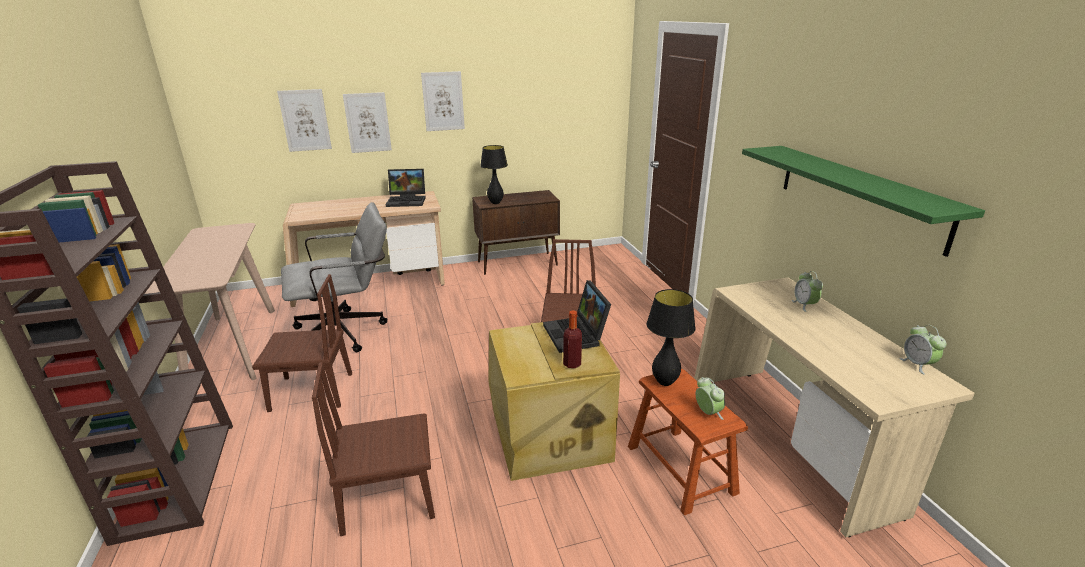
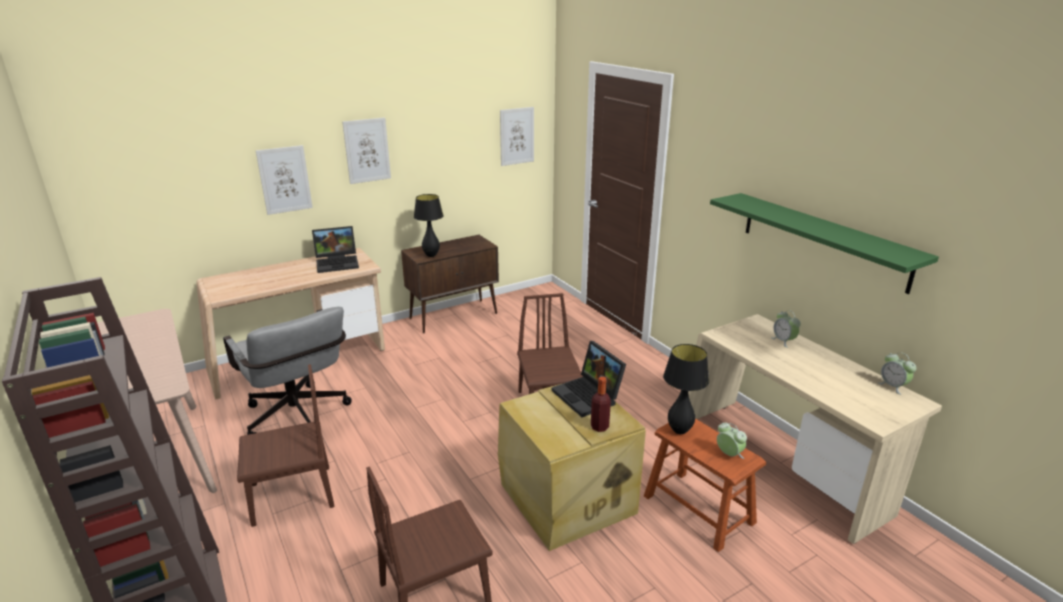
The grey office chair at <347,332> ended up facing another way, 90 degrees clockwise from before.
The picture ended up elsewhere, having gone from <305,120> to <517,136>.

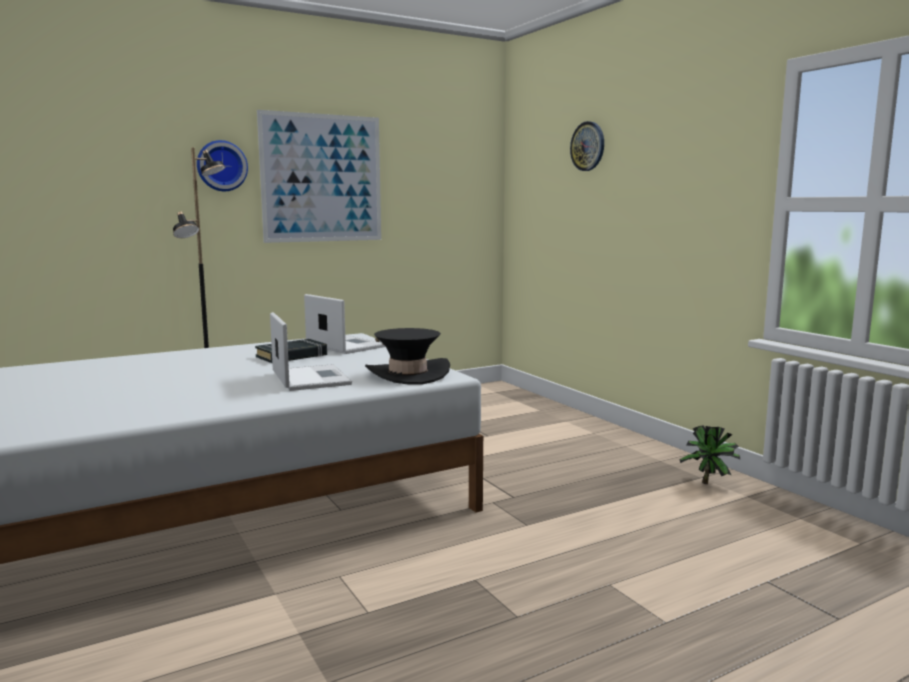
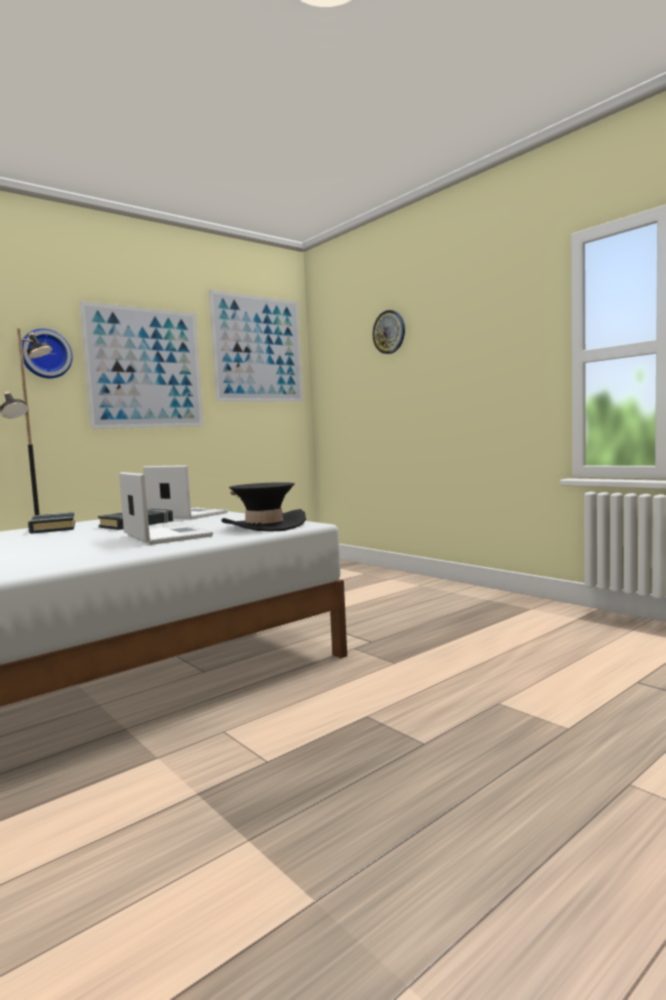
The second view gained the black book at <53,528>.
The second view gained the picture at <258,349>.
The second view lost the potted plant at <709,483>.

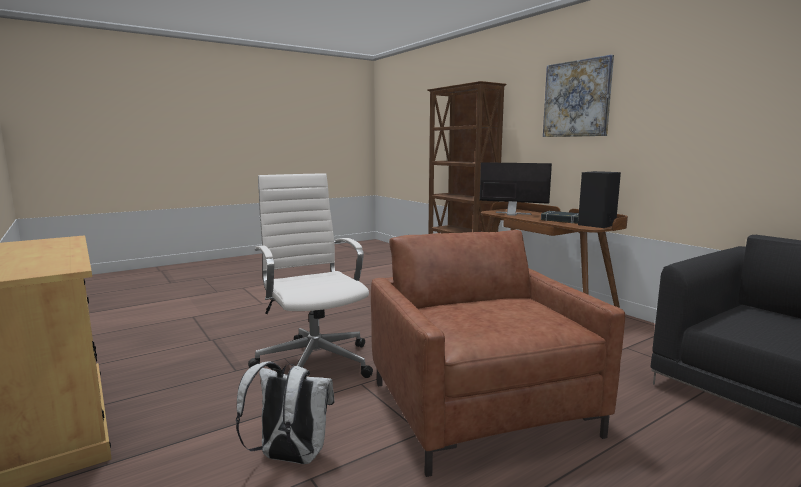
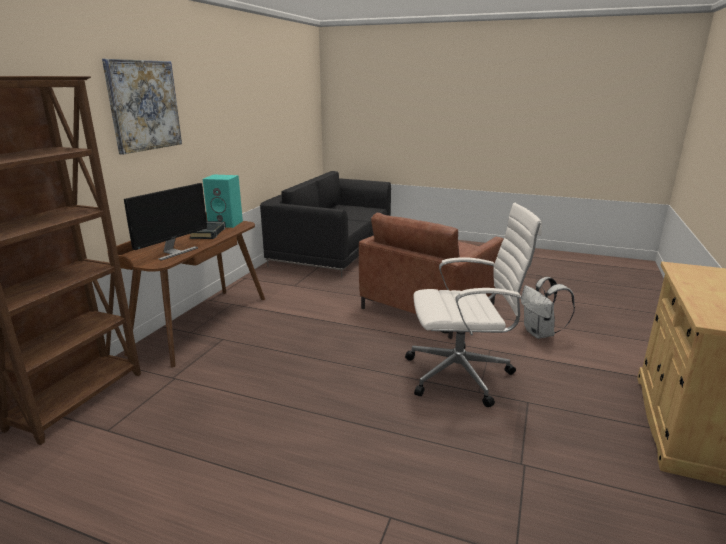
The monitor at <512,214> ended up facing another way, 135 degrees counterclockwise from before.
What was the black speaker at <597,225> turned into the turquoise speaker at <226,223>.
The white office chair at <314,362> ended up facing another way, 120 degrees counterclockwise from before.

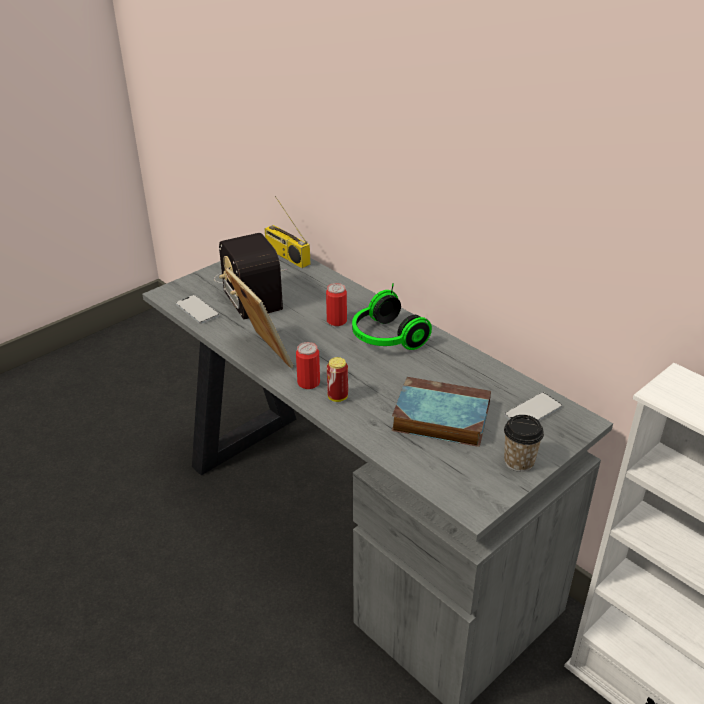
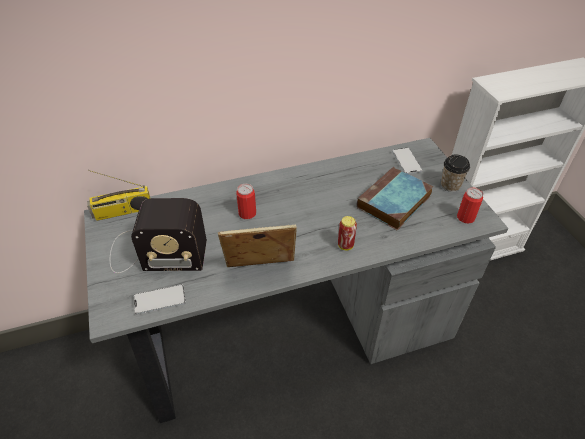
The can ended up elsewhere, having gone from <308,383> to <465,217>.
The second view lost the headphones at <385,338>.

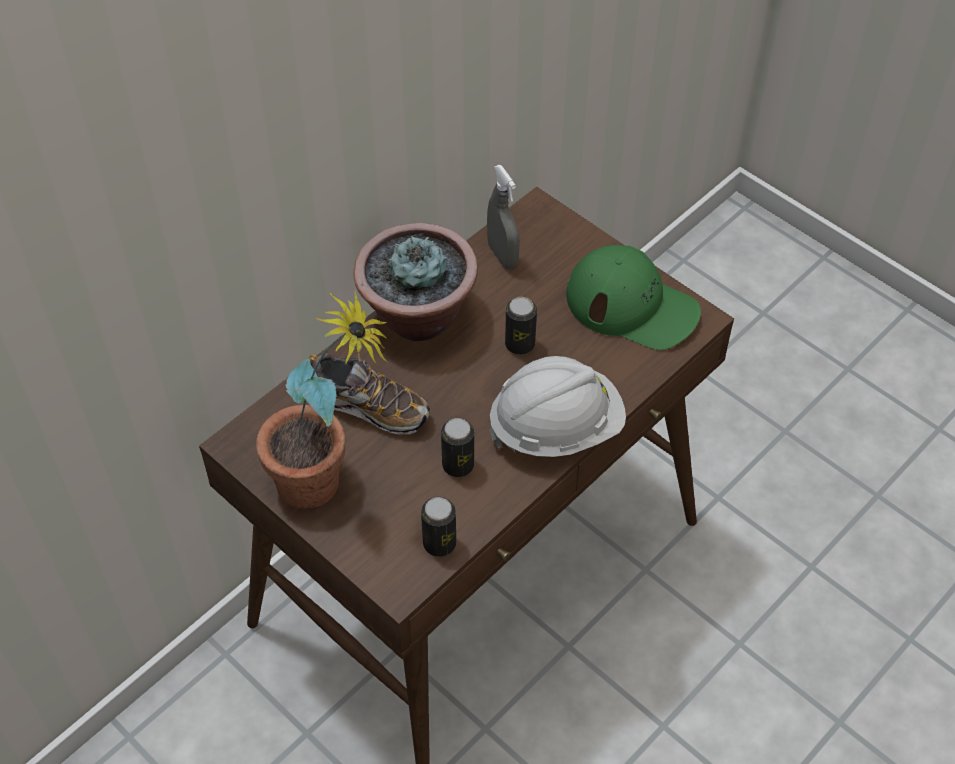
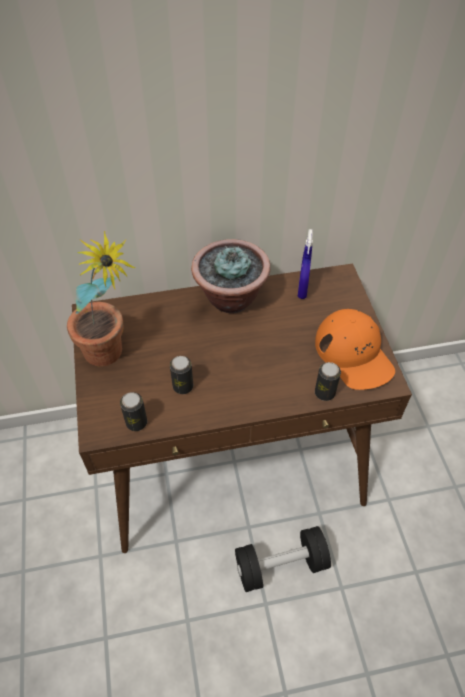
The second view gained the black dumbbell at <281,565>.
What was the grey spray bottle at <502,256> turned into the blue spray bottle at <302,290>.
What was the green cap at <632,305> turned into the orange cap at <354,354>.
The can ended up elsewhere, having gone from <520,344> to <324,392>.
The second view lost the shoe at <369,406>.
The second view lost the white hard hat at <556,428>.

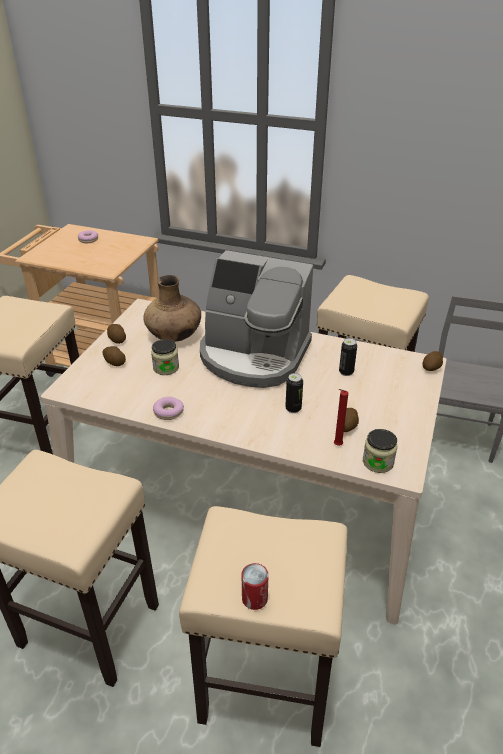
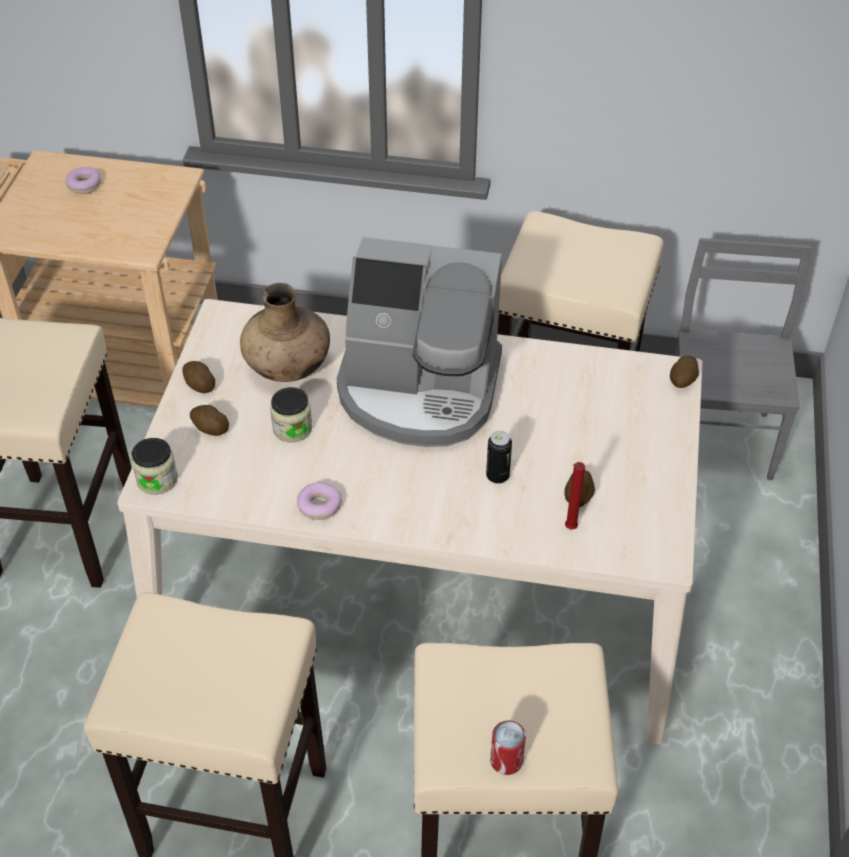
The jar ended up elsewhere, having gone from <378,462> to <157,479>.
The second view lost the can at <346,372>.

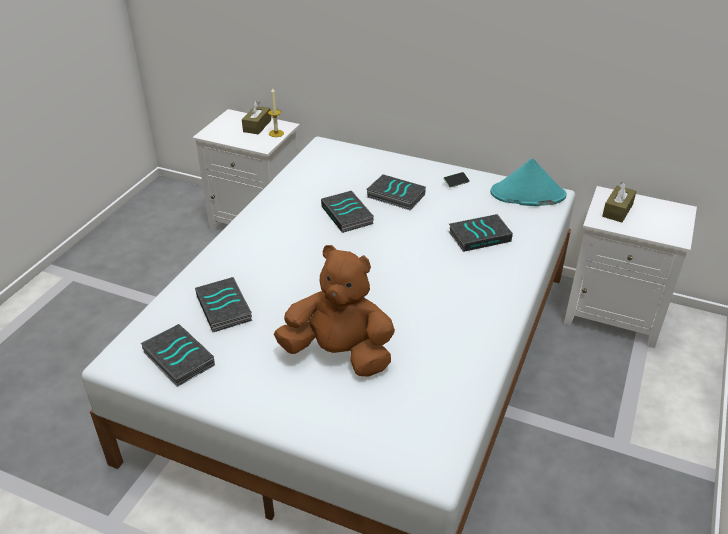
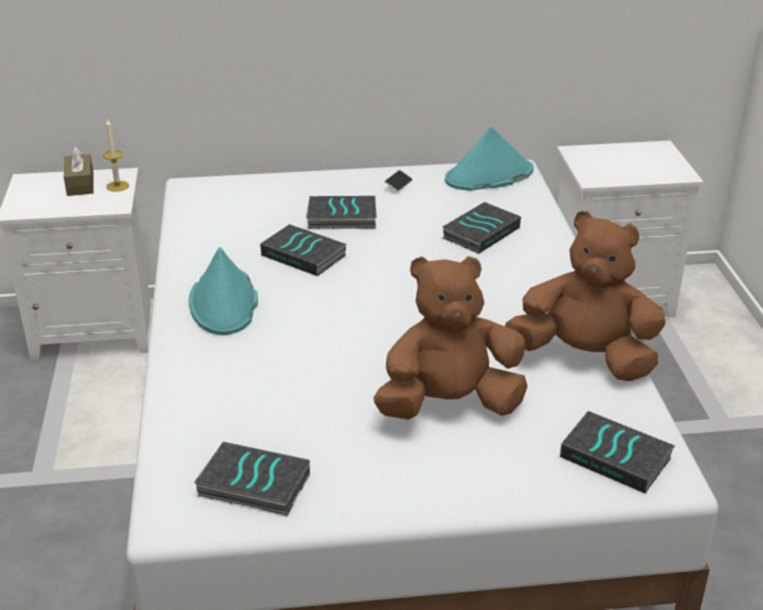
The second view gained the turquoise hat at <224,303>.
The second view gained the brown plush toy at <584,358>.
The book ended up elsewhere, having gone from <225,308> to <617,457>.
The second view lost the brown tissue box at <617,210>.

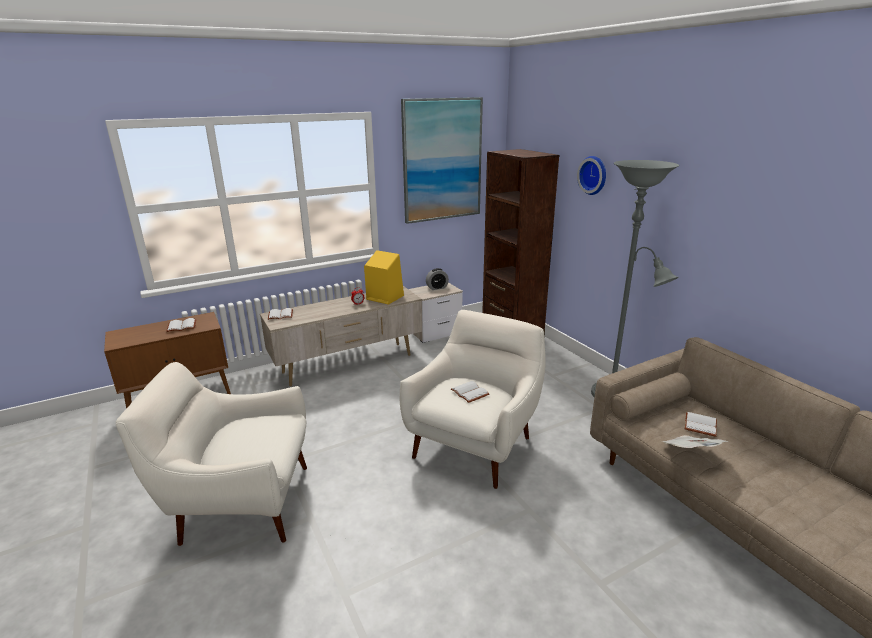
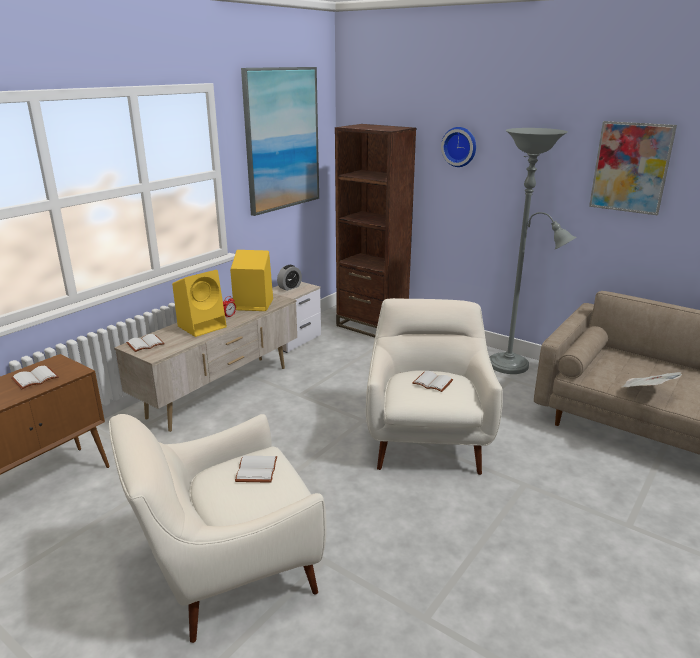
The second view gained the yellow speaker at <203,326>.
The white book ended up elsewhere, having gone from <699,424> to <255,469>.
The second view gained the picture at <631,167>.

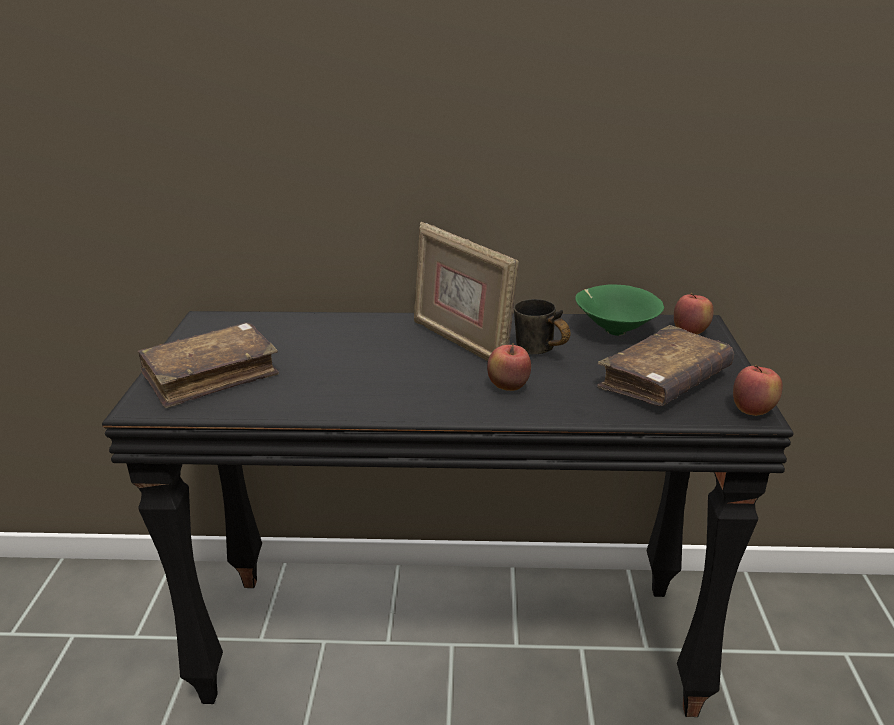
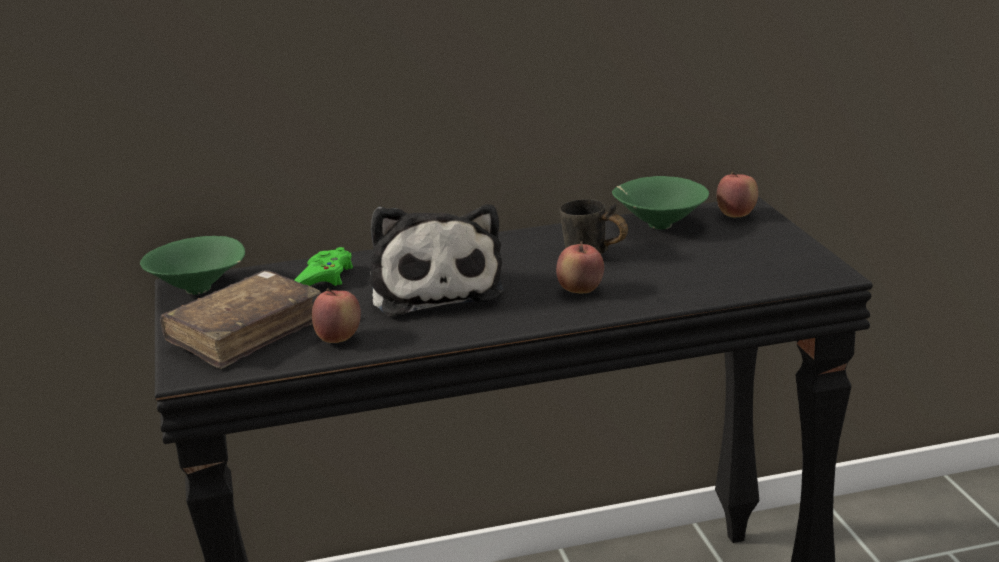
The second view gained the green bowl at <200,290>.
The second view gained the green game controller at <323,277>.
The apple ended up elsewhere, having gone from <752,411> to <338,340>.
The second view gained the plush toy at <435,289>.
The second view lost the picture frame at <461,342>.
The second view lost the brown book at <663,381>.

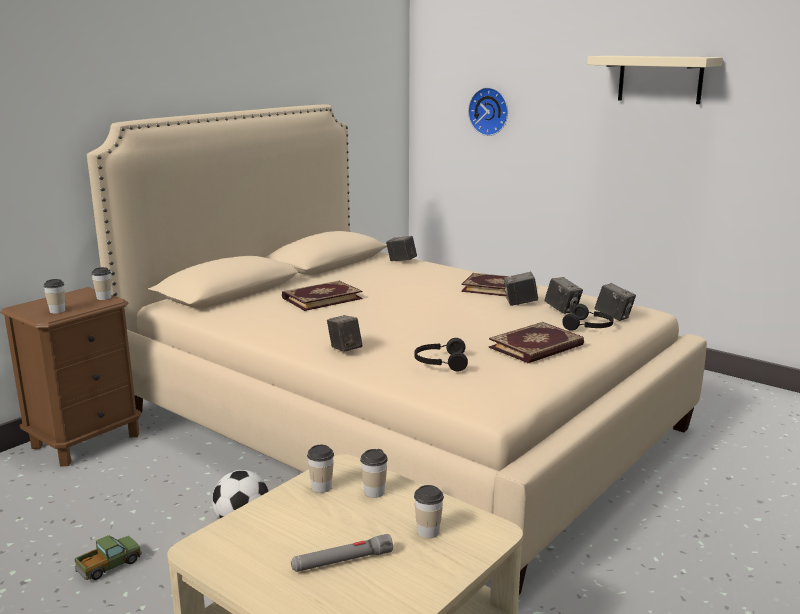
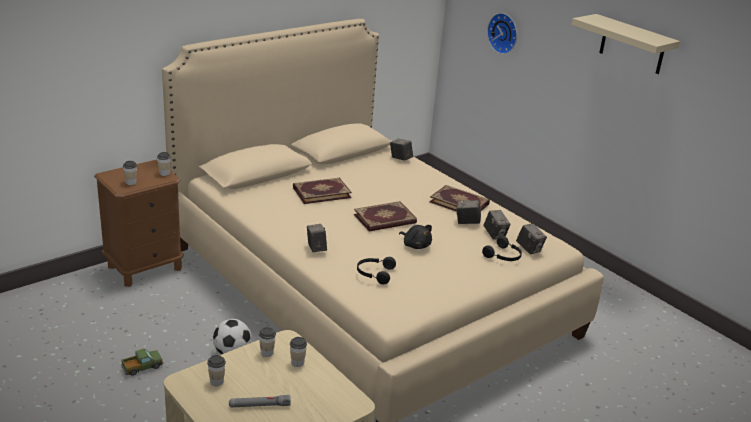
The cup ended up elsewhere, having gone from <428,531> to <216,381>.
The book ended up elsewhere, having gone from <537,347> to <385,219>.
The second view gained the black plush toy at <415,245>.

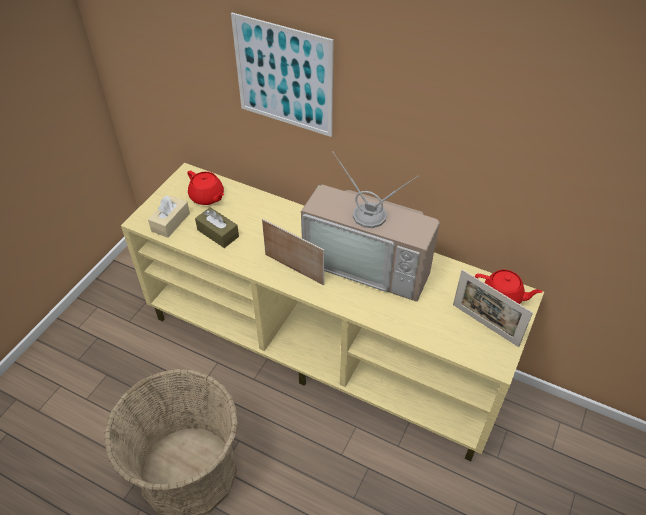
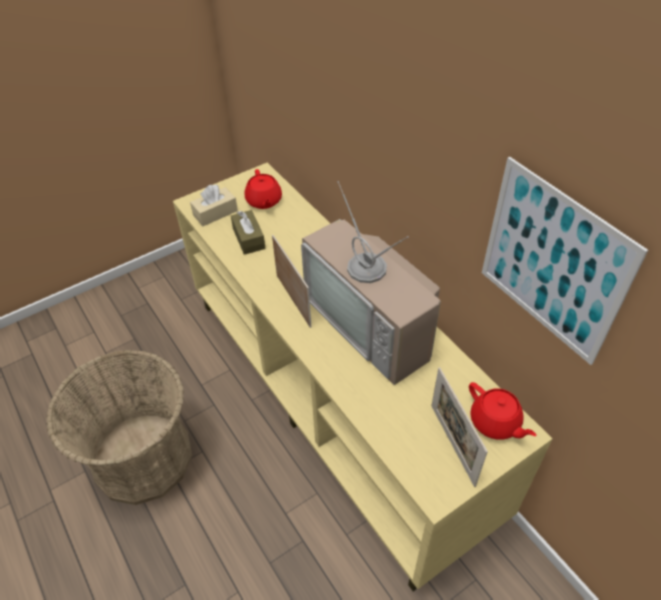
The picture ended up elsewhere, having gone from <284,76> to <552,262>.

